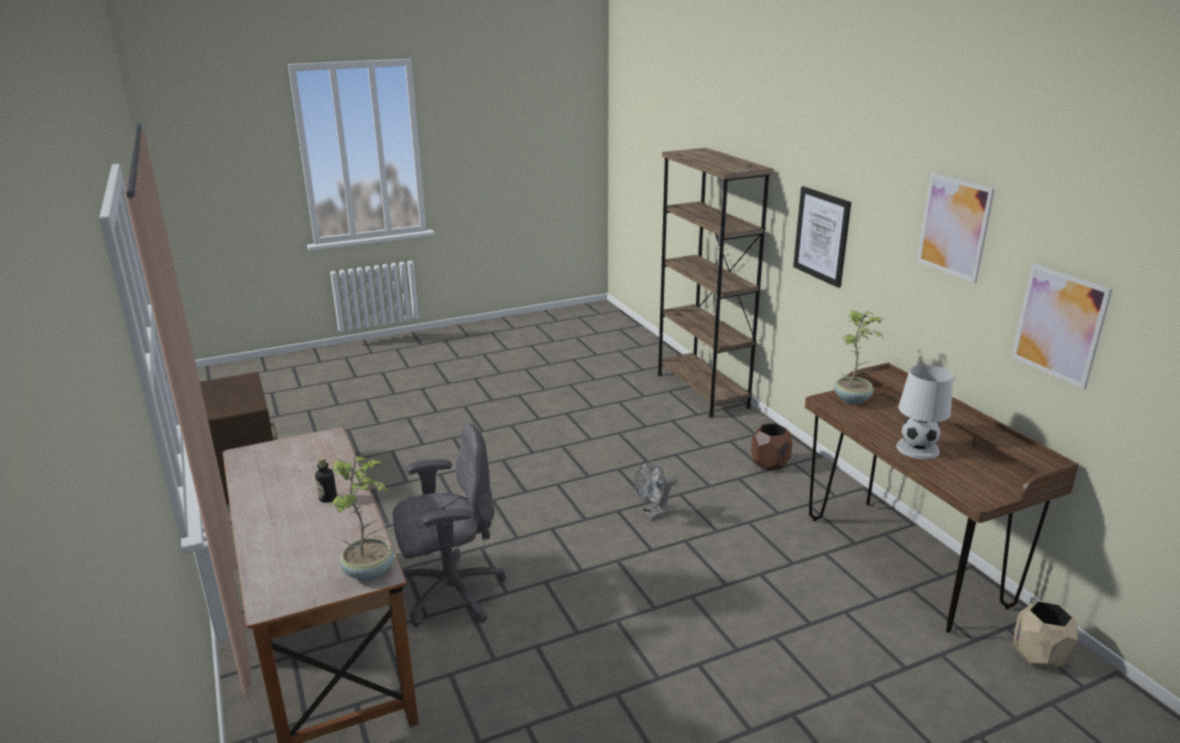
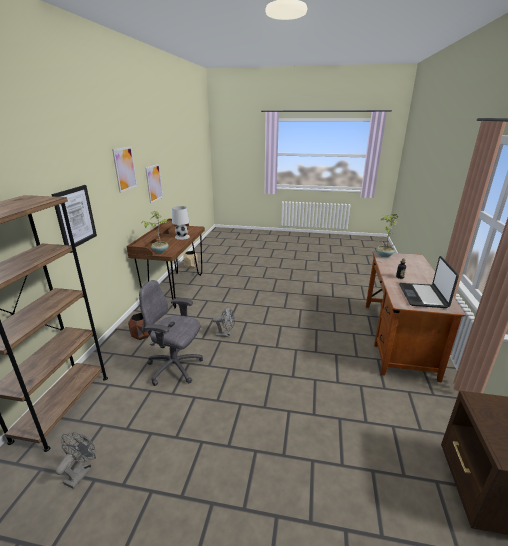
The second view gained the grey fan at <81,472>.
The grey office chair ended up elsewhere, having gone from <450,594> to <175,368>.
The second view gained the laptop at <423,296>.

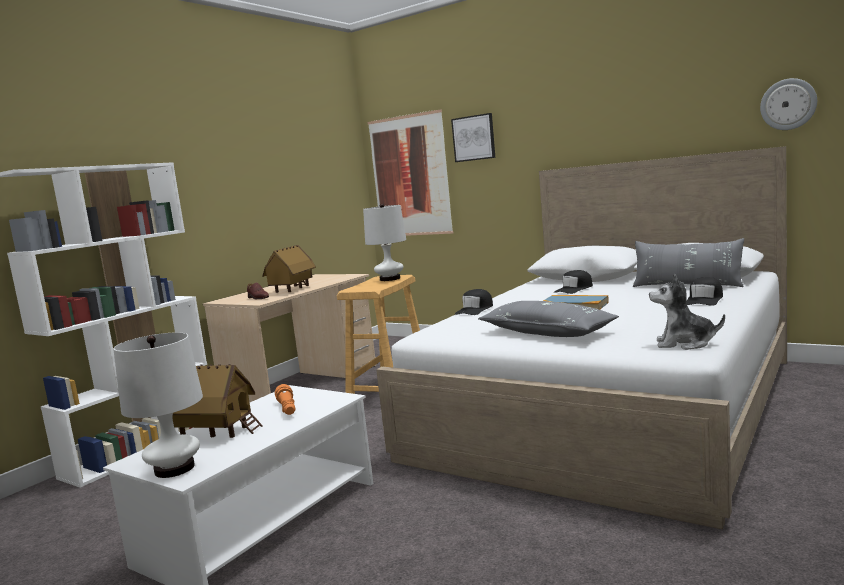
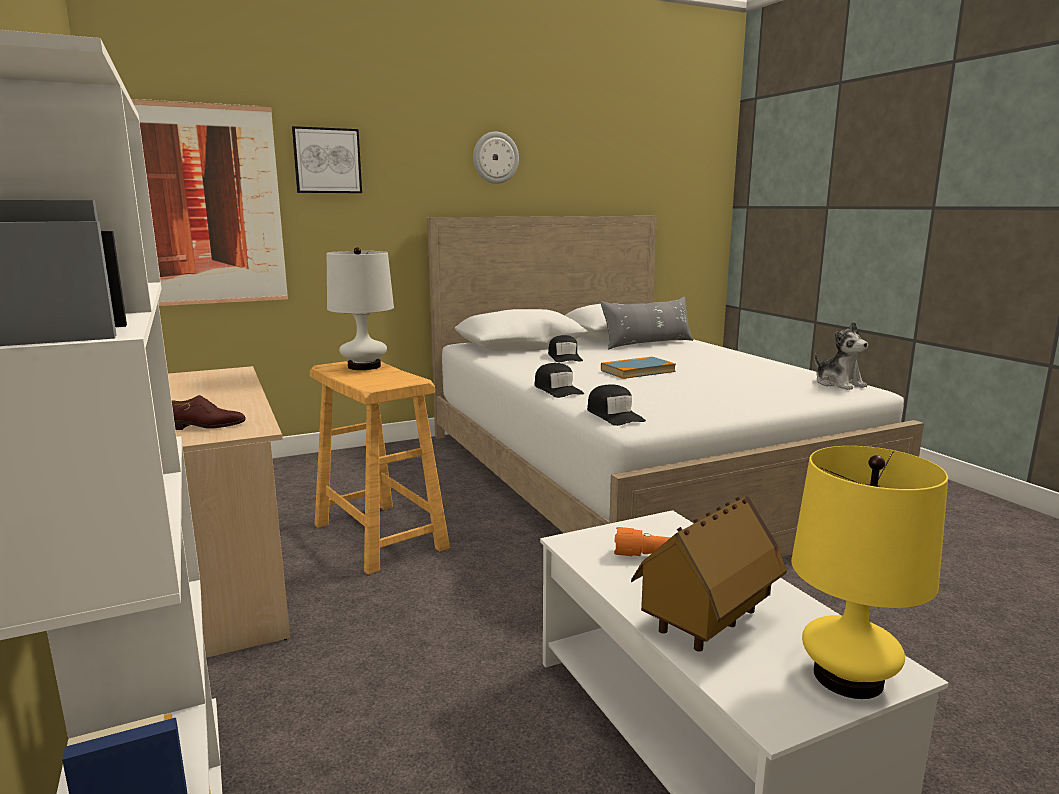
The wall clock ended up elsewhere, having gone from <788,104> to <495,157>.
The black cap ended up elsewhere, having gone from <704,300> to <614,415>.
What was the white table lamp at <174,469> turned into the yellow table lamp at <848,677>.
The plush toy at <684,343> ended up facing another way, 75 degrees counterclockwise from before.
The second view lost the toy house at <292,290>.
The second view lost the grey pillow at <547,332>.

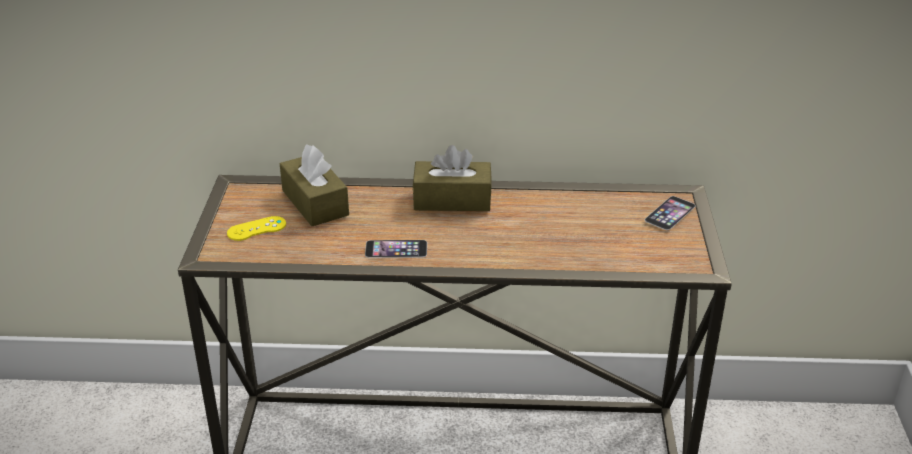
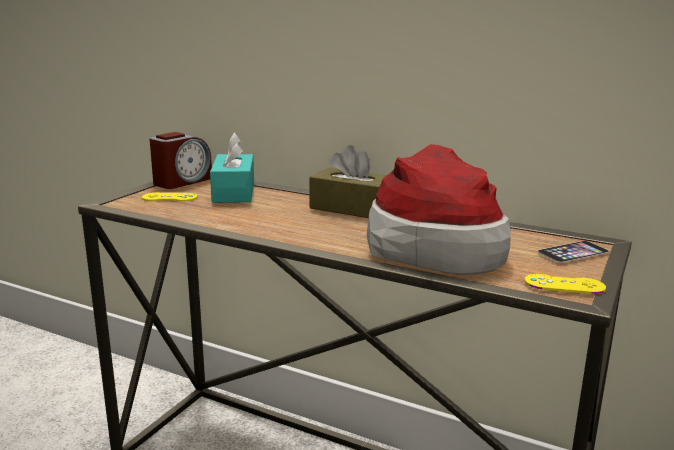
The second view gained the alarm clock at <182,181>.
What was the brown tissue box at <315,203> turned into the turquoise tissue box at <234,192>.
The second view gained the hat at <436,246>.
The second view gained the yellow game controller at <564,285>.
The second view lost the phone at <396,249>.

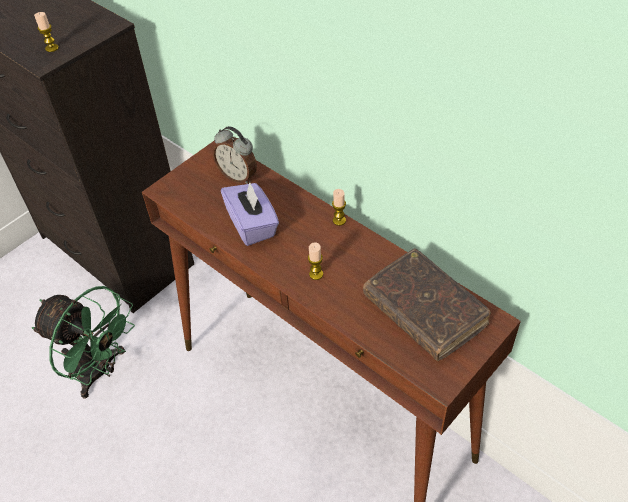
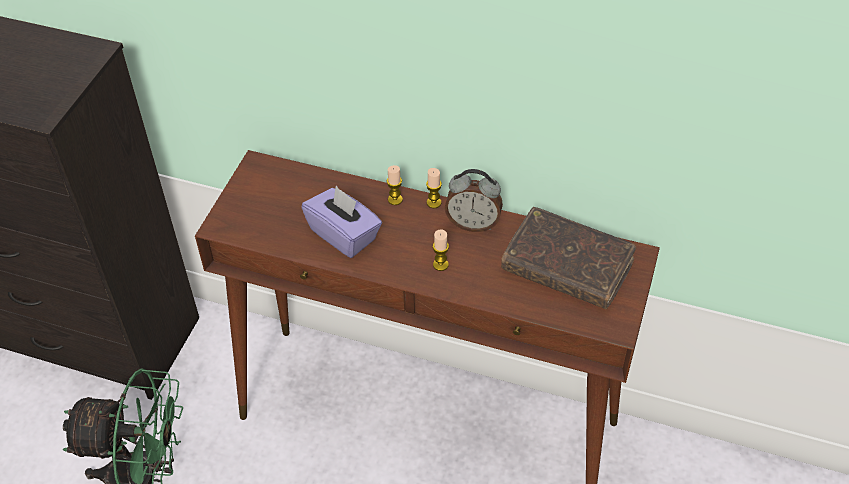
The candle ended up elsewhere, having gone from <52,48> to <395,199>.
The alarm clock ended up elsewhere, having gone from <238,176> to <473,223>.

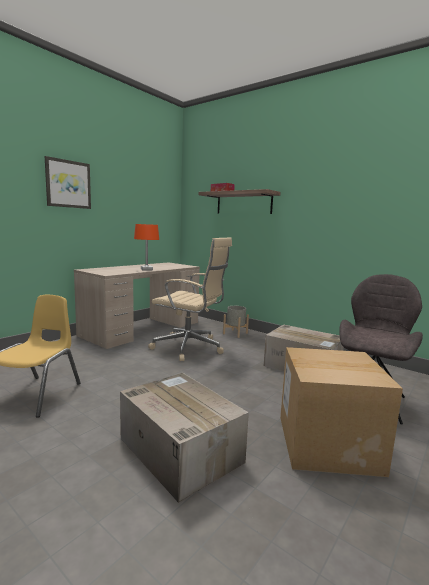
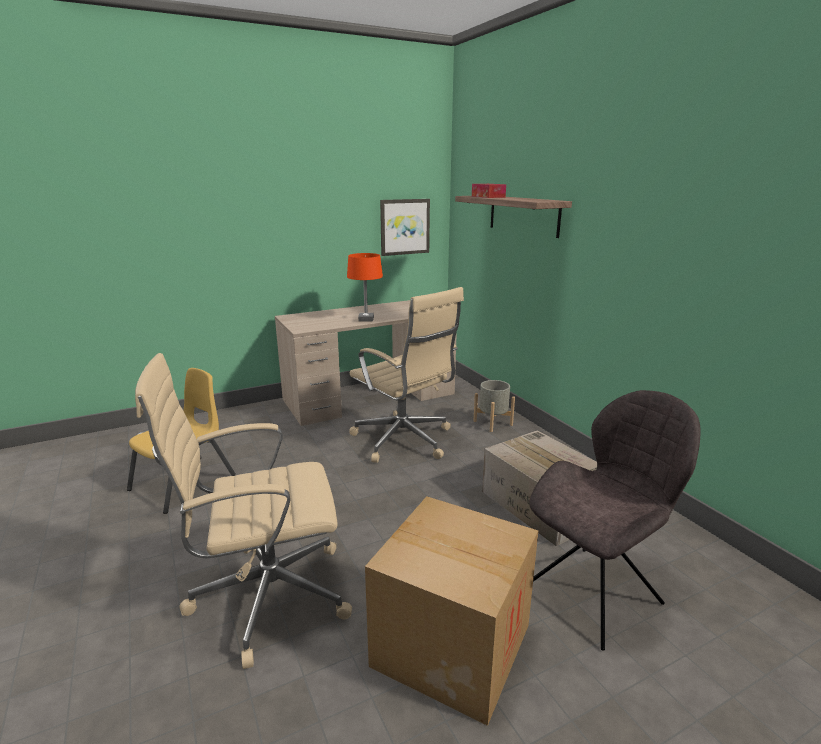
Where the cardboard box stood at <179,449>, the beige office chair came to stand at <266,596>.
The picture ended up elsewhere, having gone from <68,184> to <404,227>.

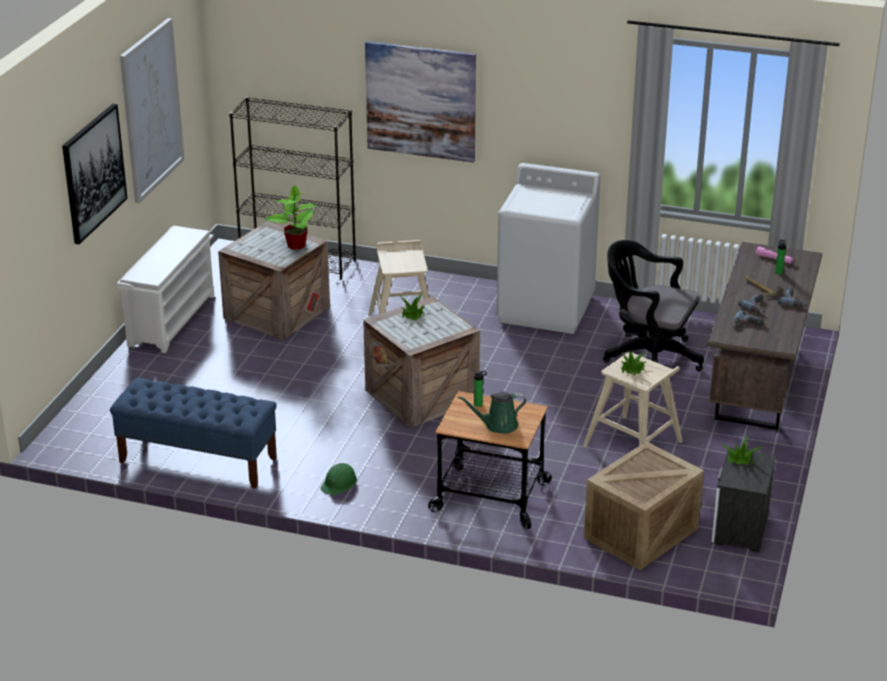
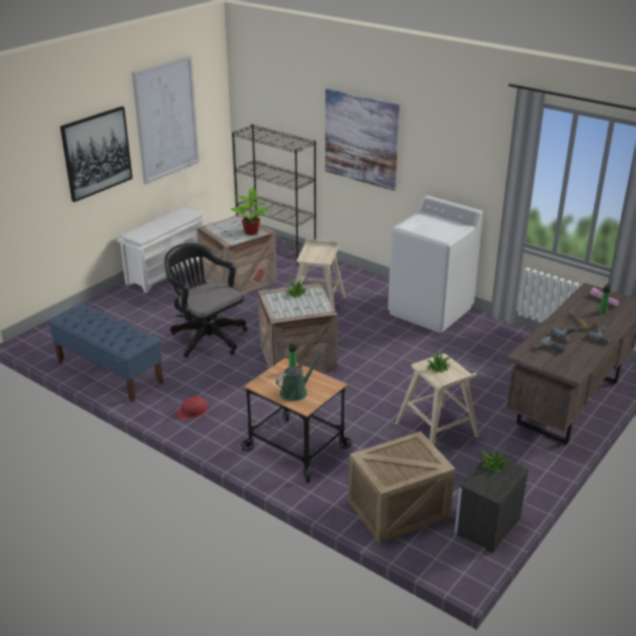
The black office chair ended up elsewhere, having gone from <648,357> to <206,337>.
What was the green hard hat at <339,483> turned into the red hard hat at <193,411>.
The green watering can at <498,425> ended up facing another way, 135 degrees clockwise from before.

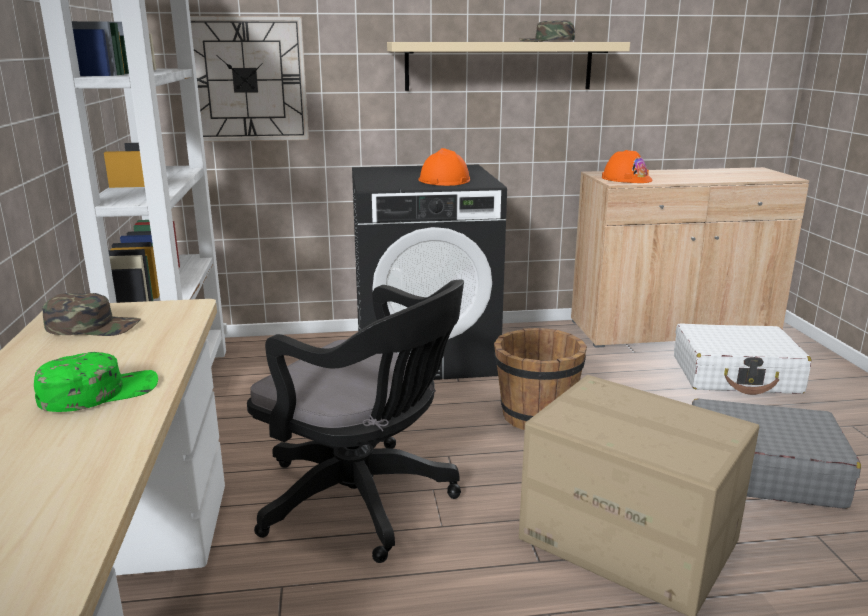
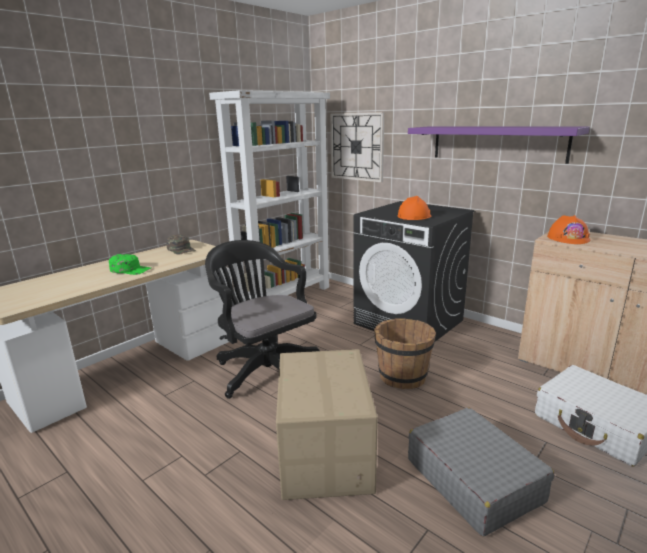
The black office chair at <364,502> ended up facing another way, 150 degrees clockwise from before.
What was the beige shelf at <499,66> turned into the purple shelf at <497,143>.
The second view lost the green cap at <546,41>.

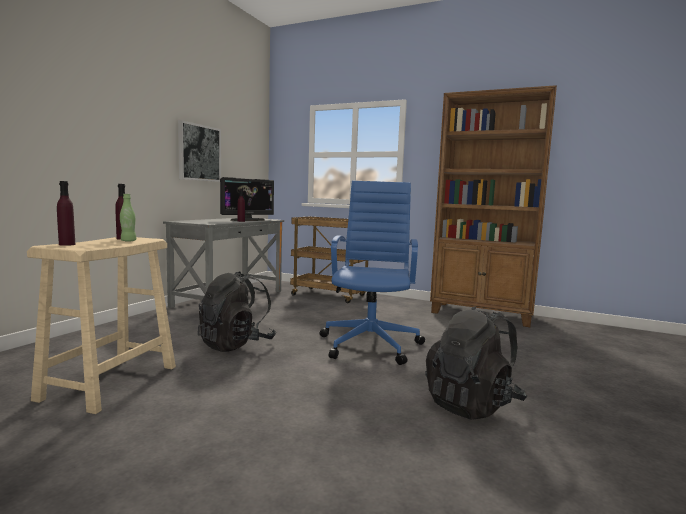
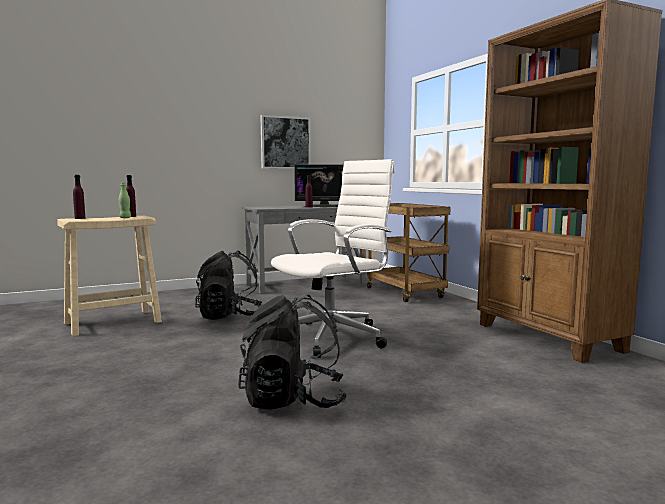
What was the blue office chair at <371,343> turned into the white office chair at <333,337>.

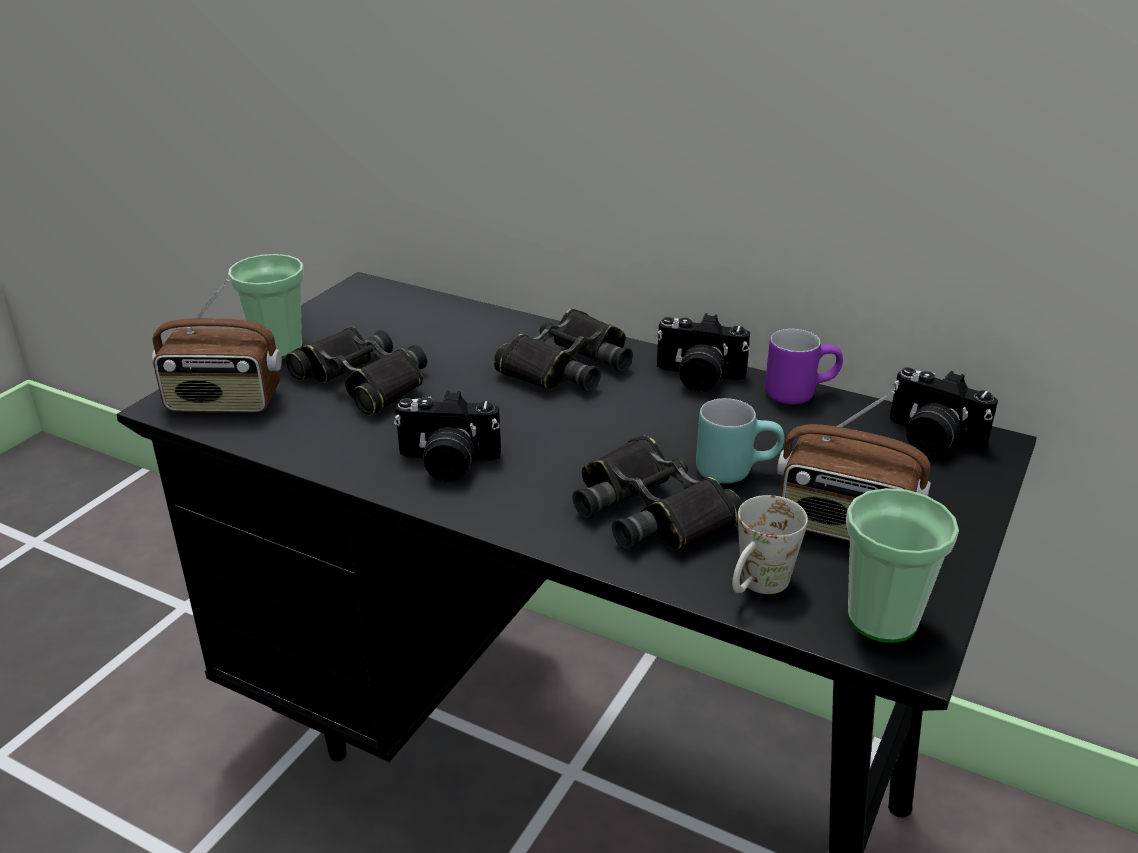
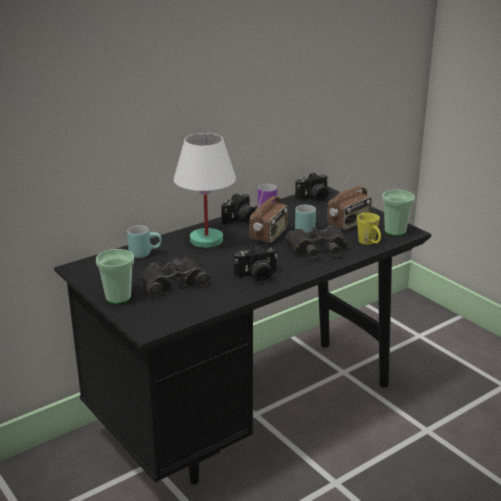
The second view gained the turquoise mug at <145,253>.
Where the black binoculars stood at <568,365>, the white table lamp came to stand at <205,240>.
The photo camera at <447,463> ended up facing another way, 45 degrees clockwise from before.
The radio ended up elsewhere, having gone from <224,403> to <269,235>.
What was the white mug at <757,588> turned into the yellow mug at <370,243>.

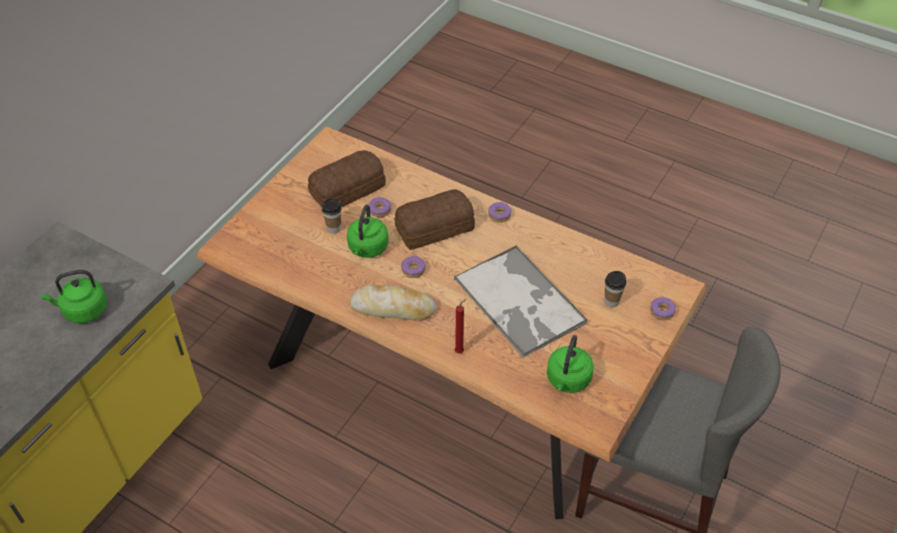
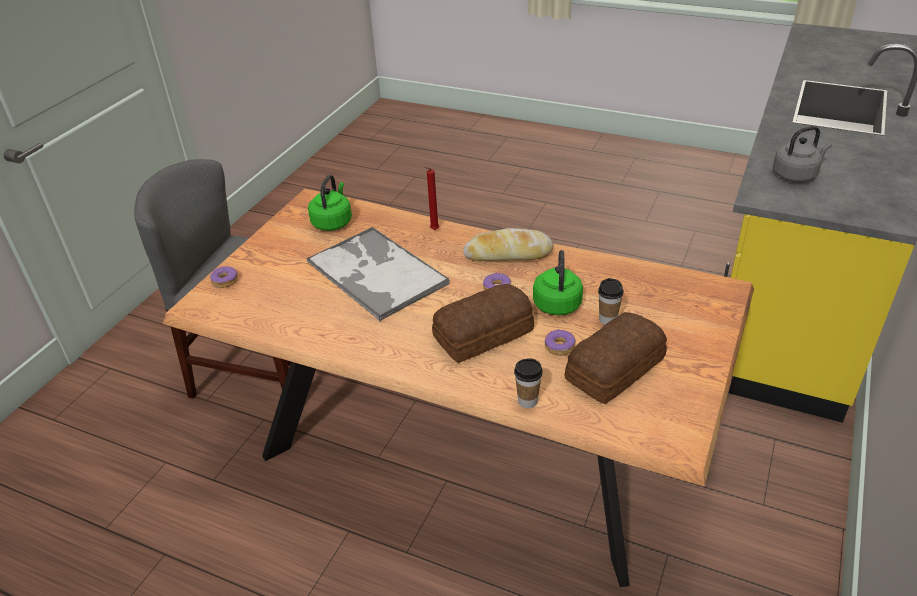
The cup ended up elsewhere, having gone from <611,301> to <527,401>.
What was the green kettle at <83,310> turned into the grey kettle at <796,175>.
The second view lost the donut at <499,215>.

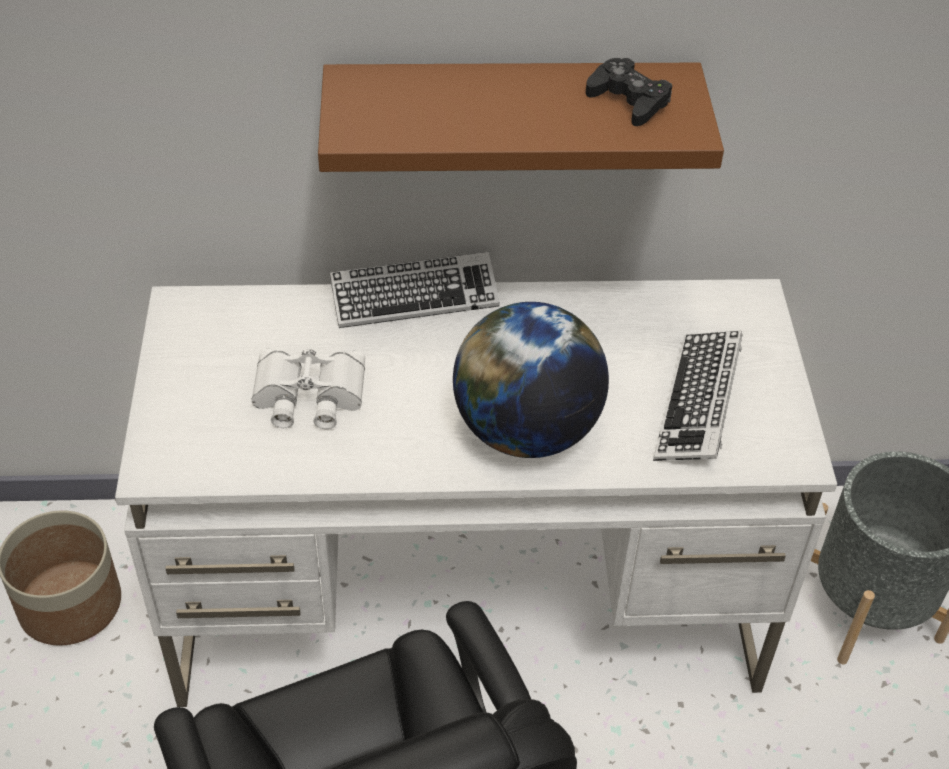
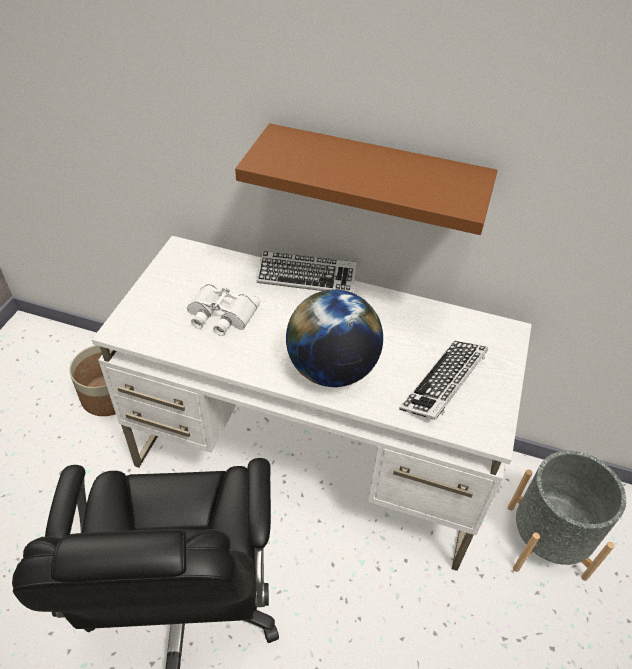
The second view lost the black game controller at <628,100>.

